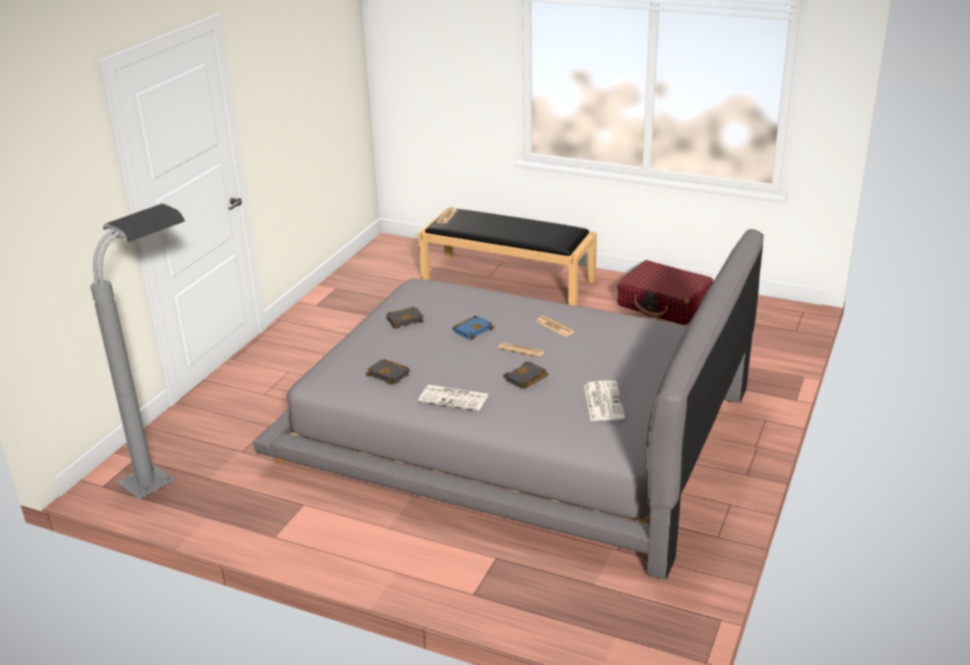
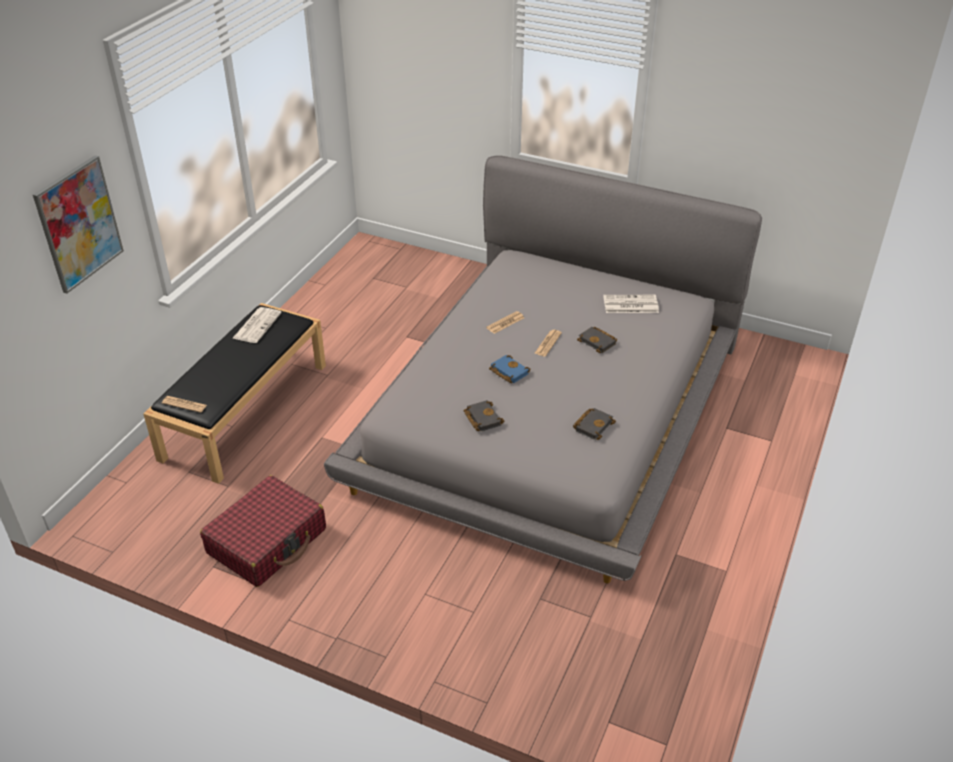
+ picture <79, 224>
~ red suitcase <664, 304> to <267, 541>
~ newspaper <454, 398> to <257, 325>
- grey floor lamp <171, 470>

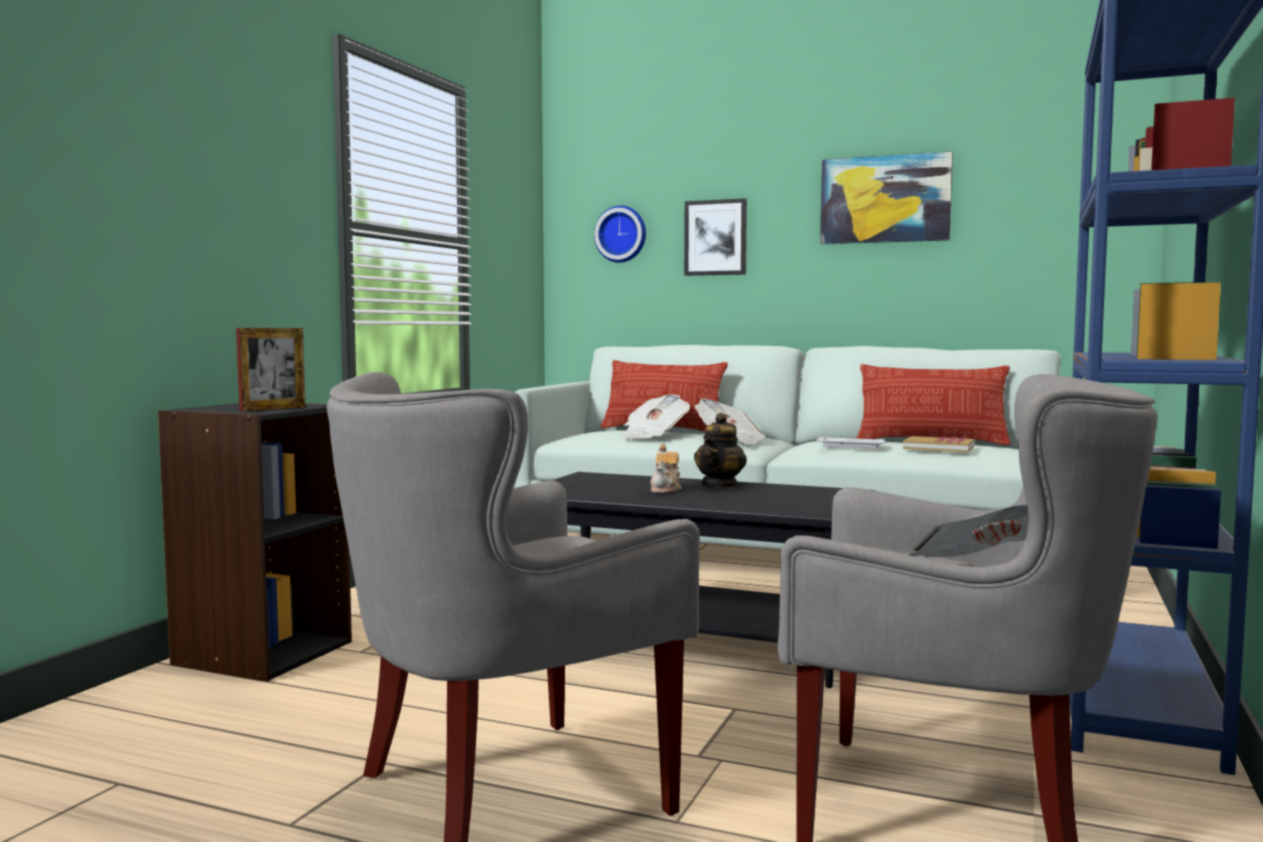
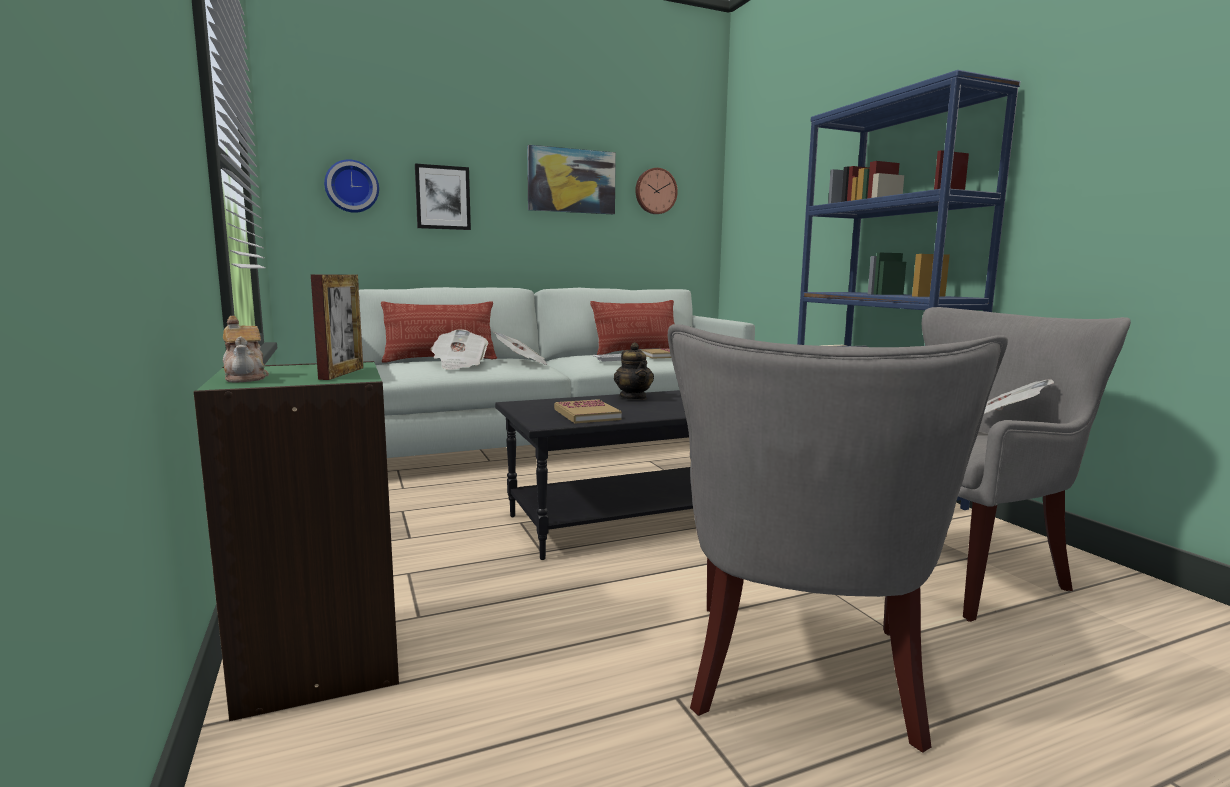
~ black bookcase <262, 652> to green bookcase <317, 659>
~ teapot <666, 489> to <246, 377>
+ book <586, 414>
+ wall clock <655, 191>

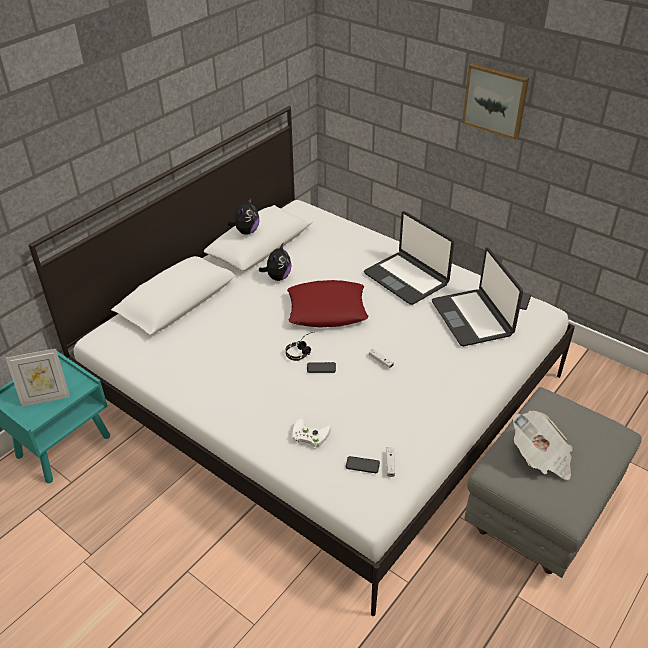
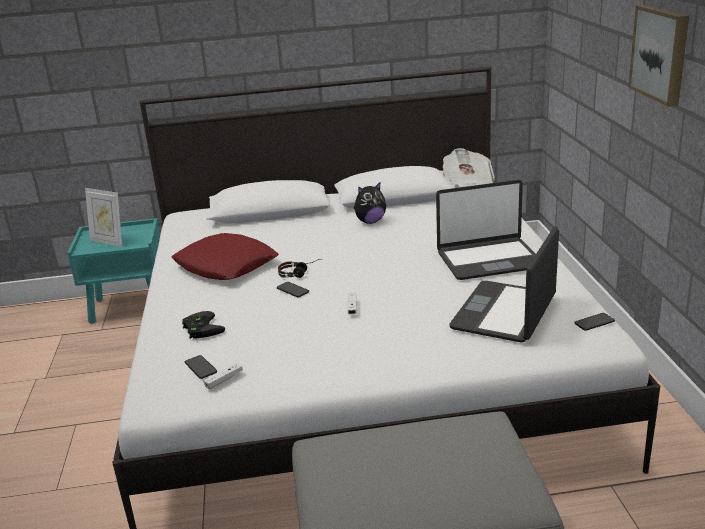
~ red pillow <327, 310> to <226, 265>
~ white game controller <308, 435> to black game controller <201, 328>
~ laptop <406, 278> = <489, 260> 105 degrees counterclockwise
~ newspaper <541, 457> to <468, 186>
- plush toy <246, 232>

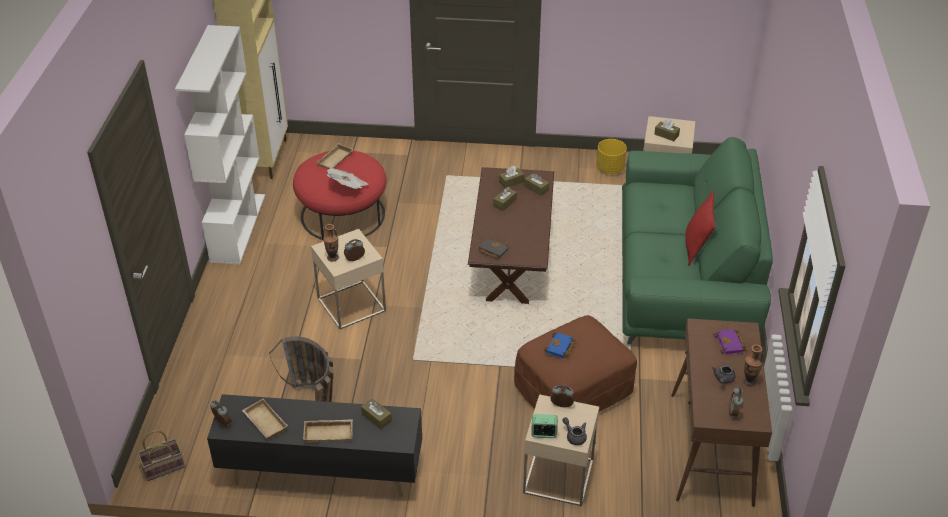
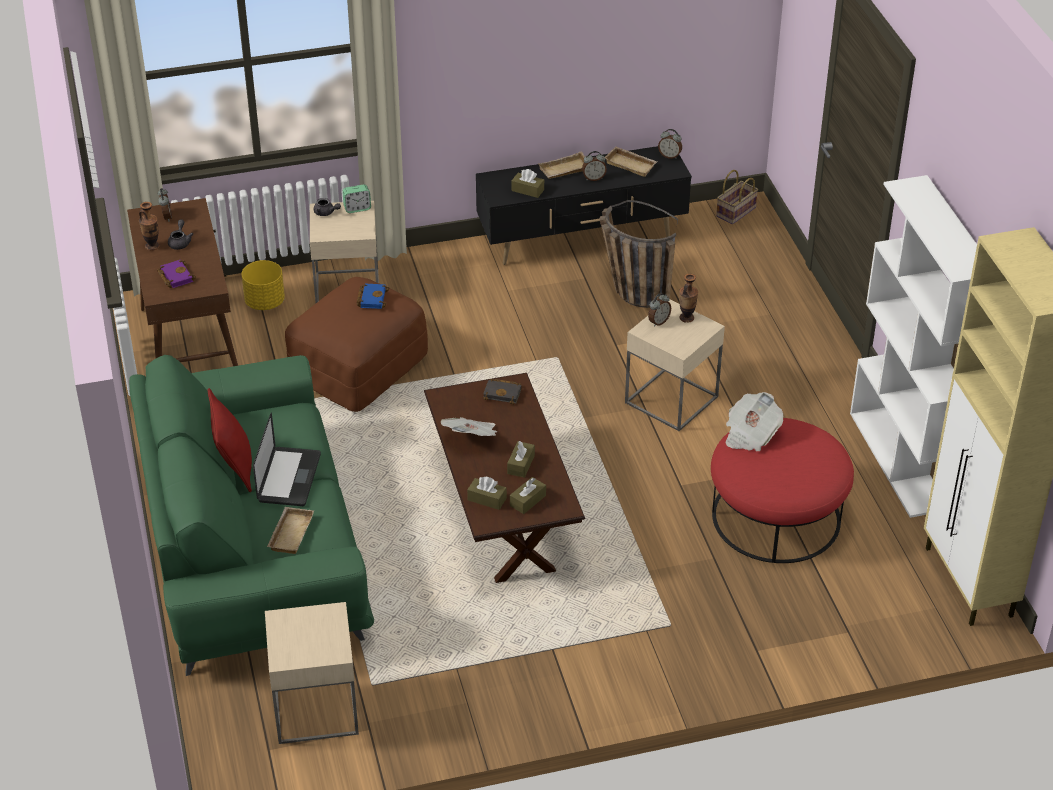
~ yellow planter <610, 169> to <264, 302>
+ laptop <289, 478>
~ beige tray <335, 160> to <290, 533>
+ newspaper <472, 438>
~ alarm clock <561, 406> to <593, 178>
- brown tissue box <666, 135>

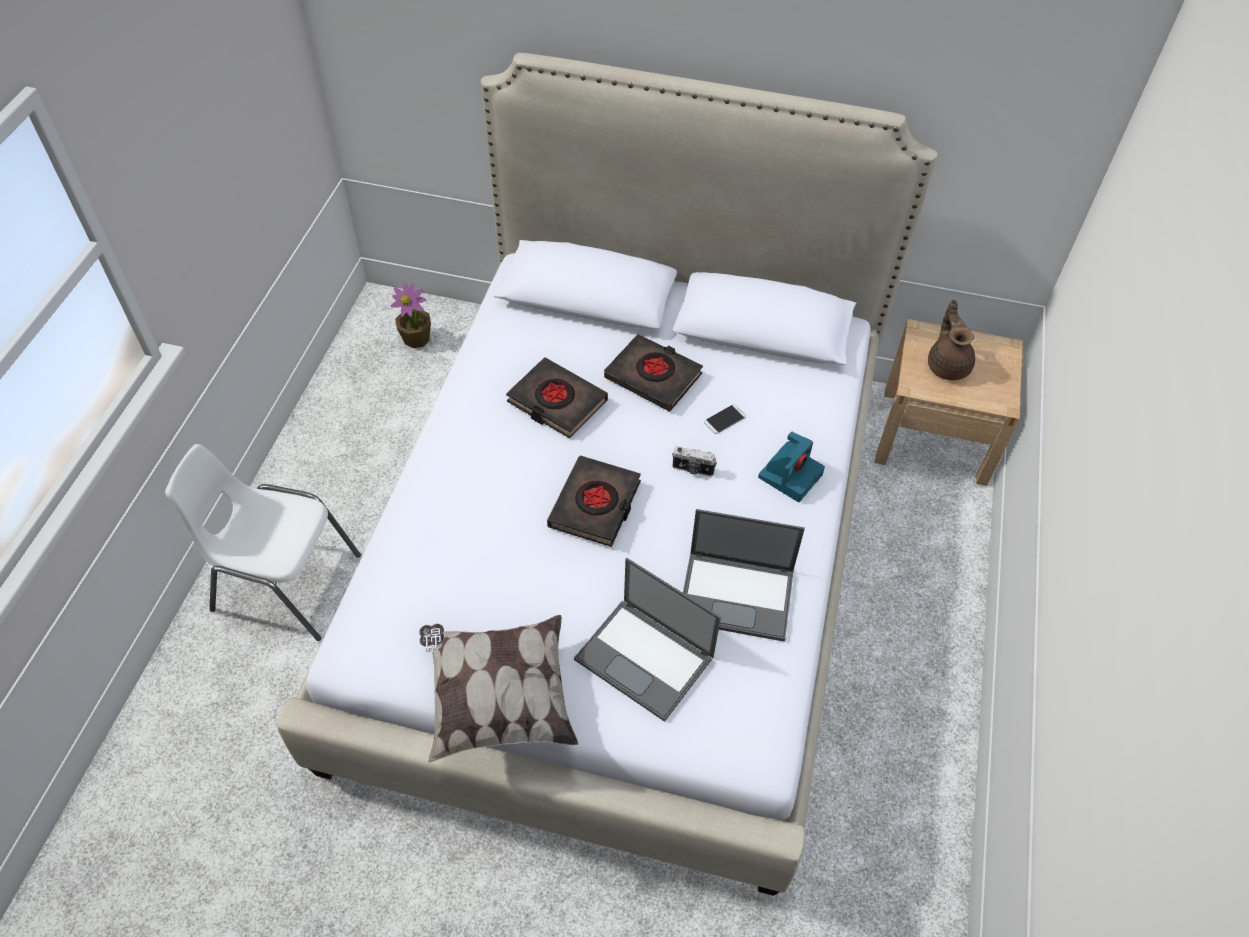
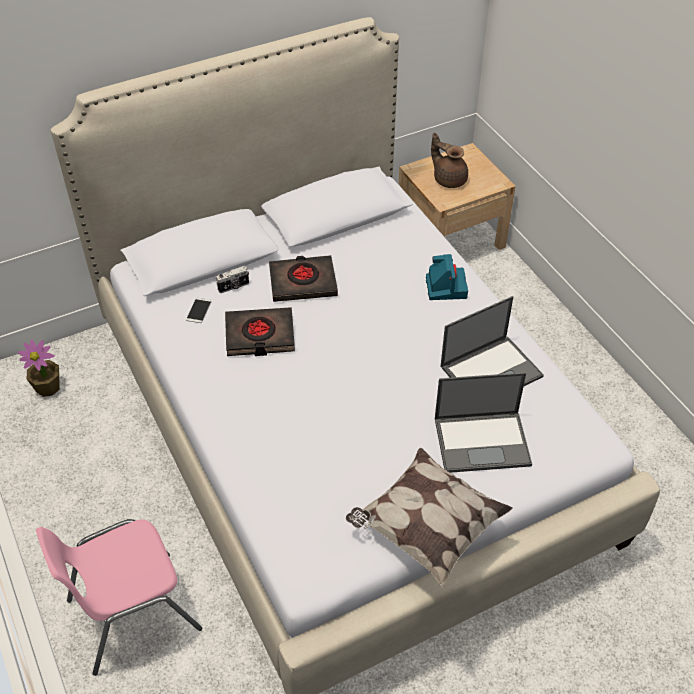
~ white chair <284, 582> to pink chair <131, 613>
~ phone <724, 419> to <199, 310>
~ photo camera <693, 470> to <234, 287>
- black book <595, 505>

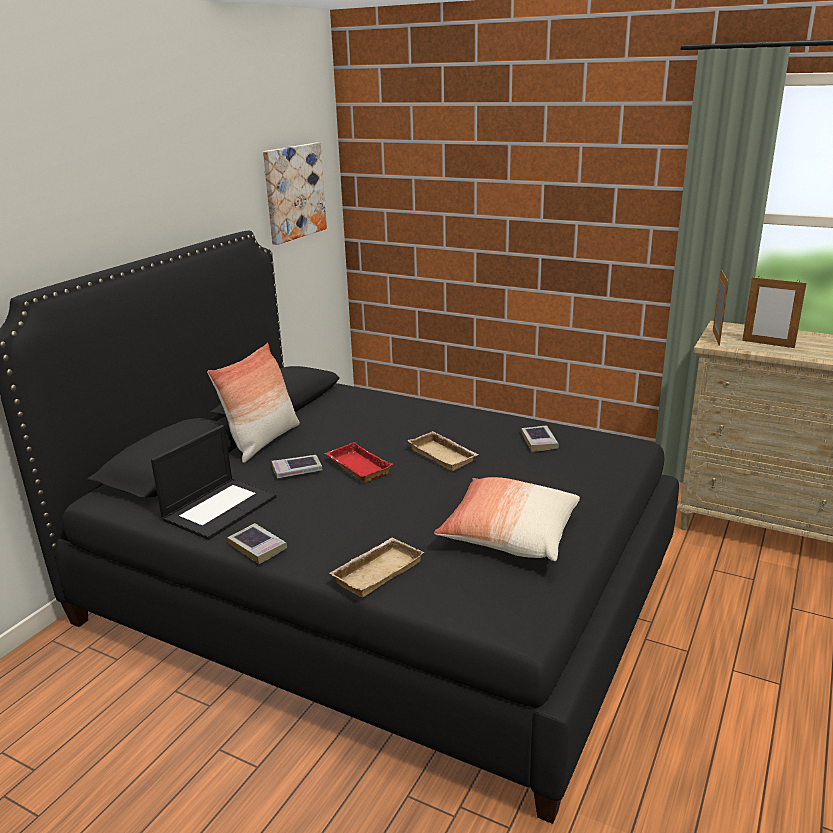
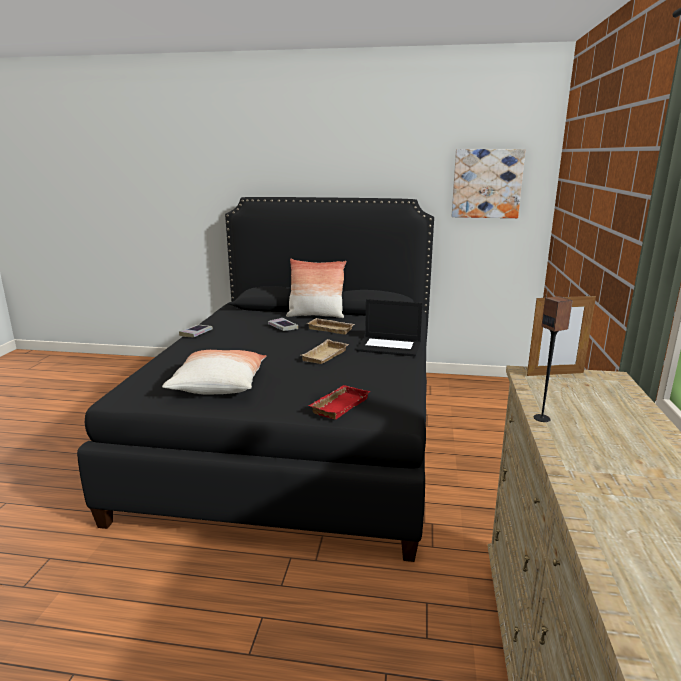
~ beige tray <377, 571> to <331, 329>
~ red tray <356, 467> to <338, 405>
~ laptop <220, 507> to <390, 346>
+ speaker <542, 418>
- book <539, 441>
- picture frame <768, 344>

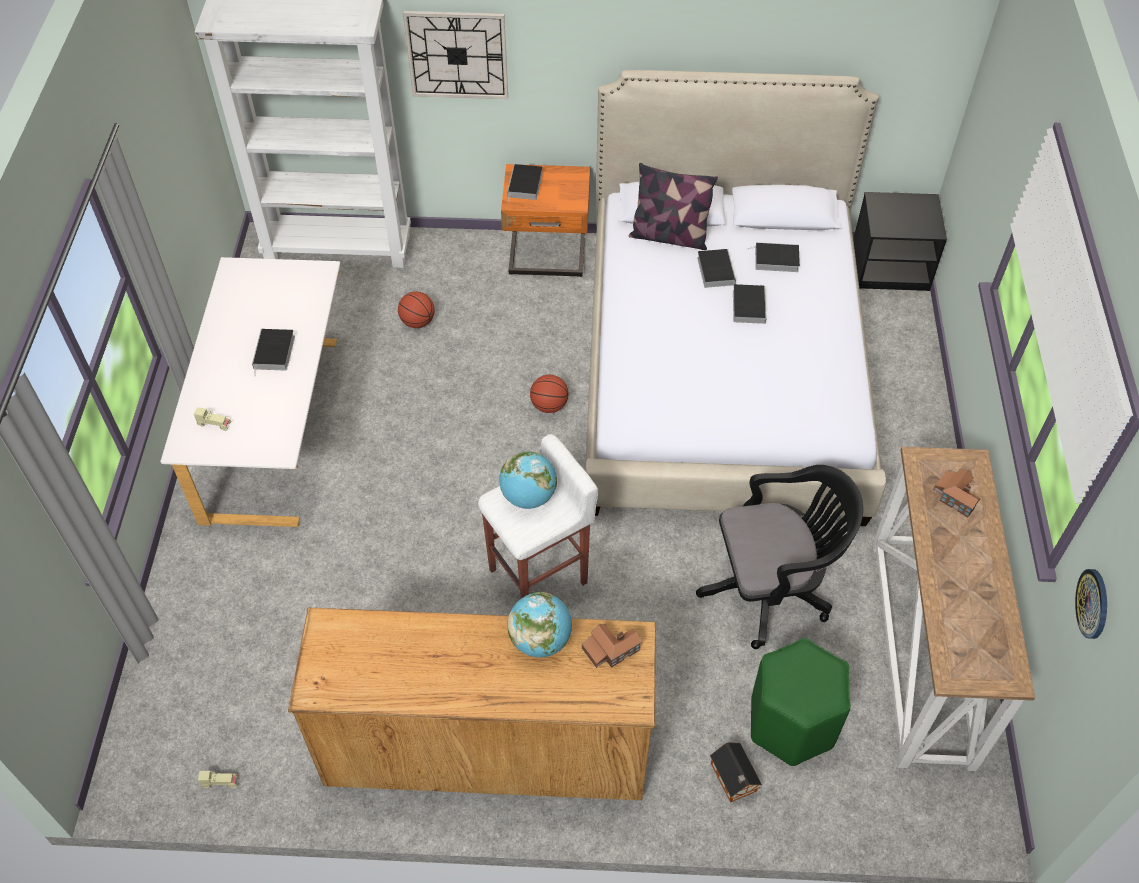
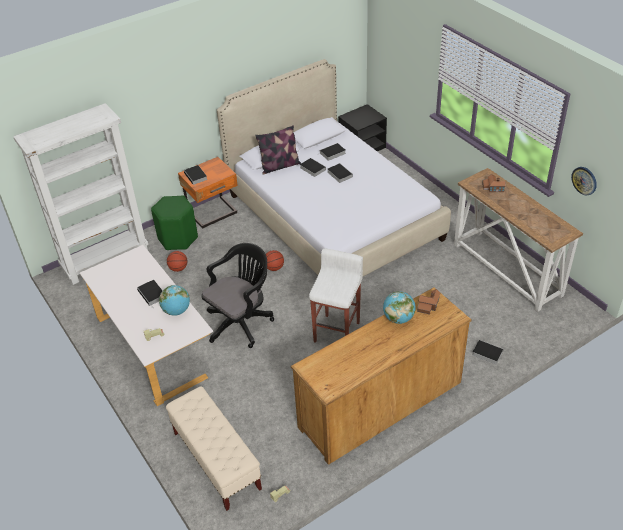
~ green stool <791, 724> to <178, 239>
~ globe <528, 496> to <177, 311>
+ beige bench <216, 460>
~ black office chair <771, 589> to <241, 322>
~ toy house <734, 779> to book <486, 353>
- wall clock <457, 54>

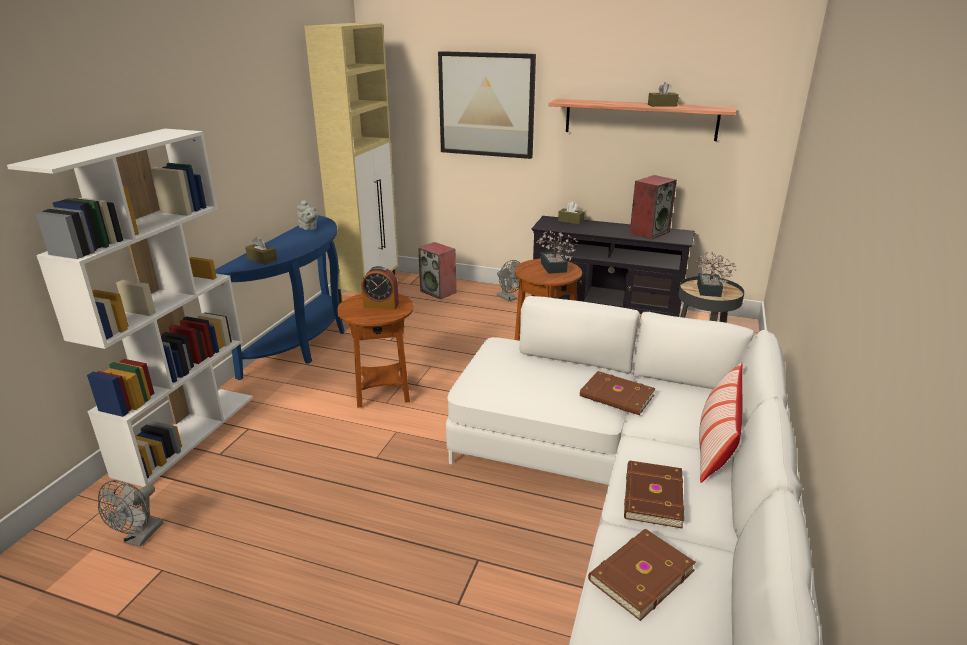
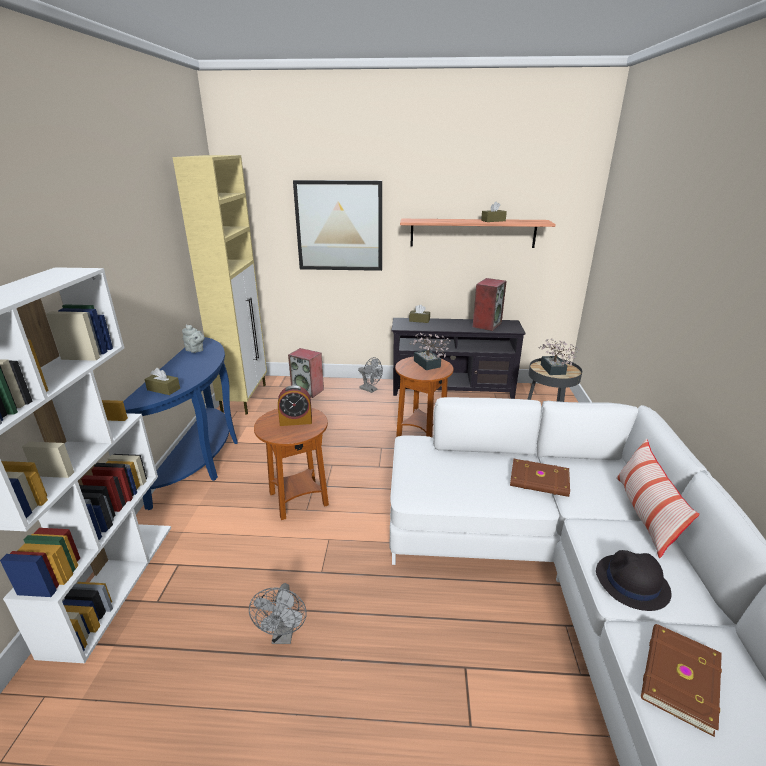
~ grey fan <140, 538> to <283, 635>
~ brown book <651, 496> to black hat <631, 583>

